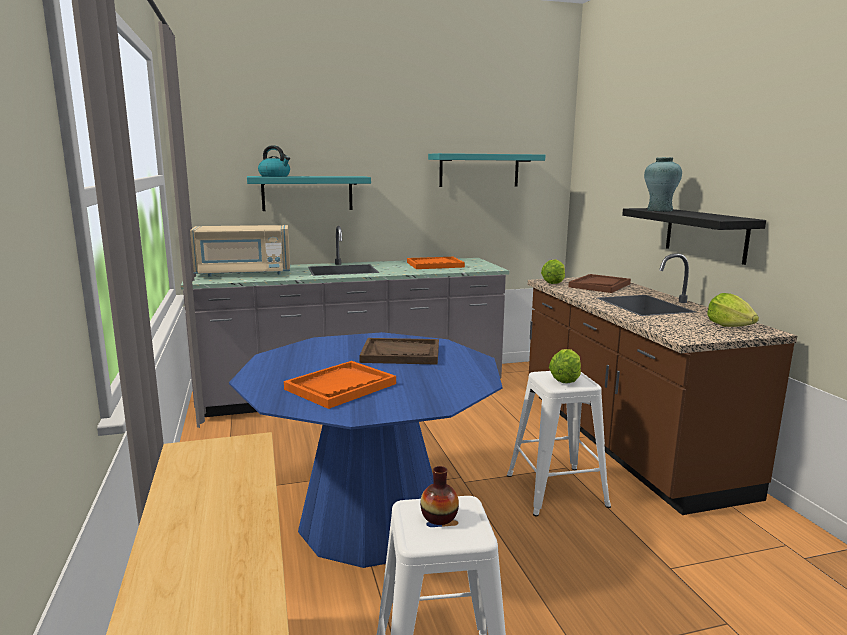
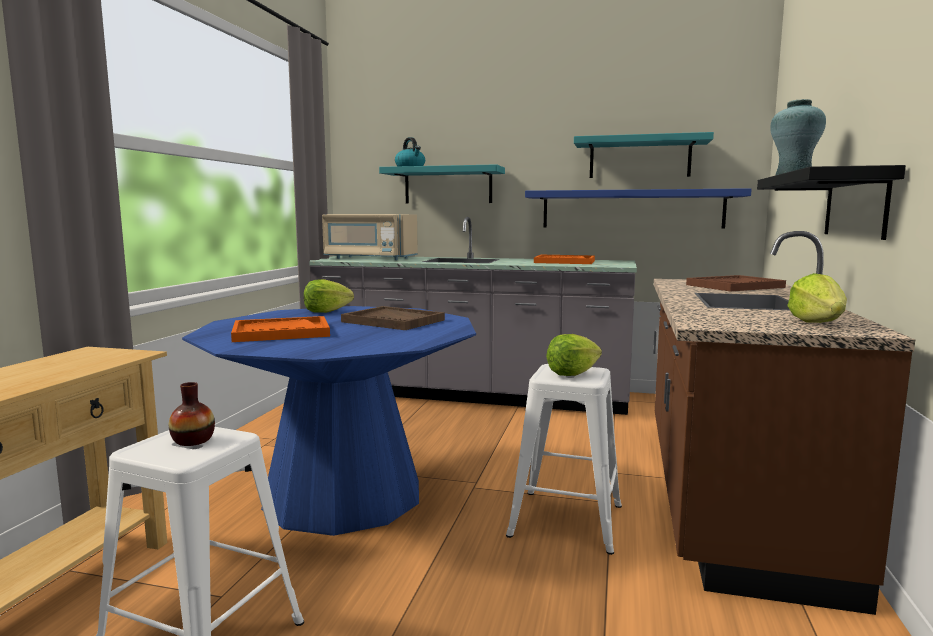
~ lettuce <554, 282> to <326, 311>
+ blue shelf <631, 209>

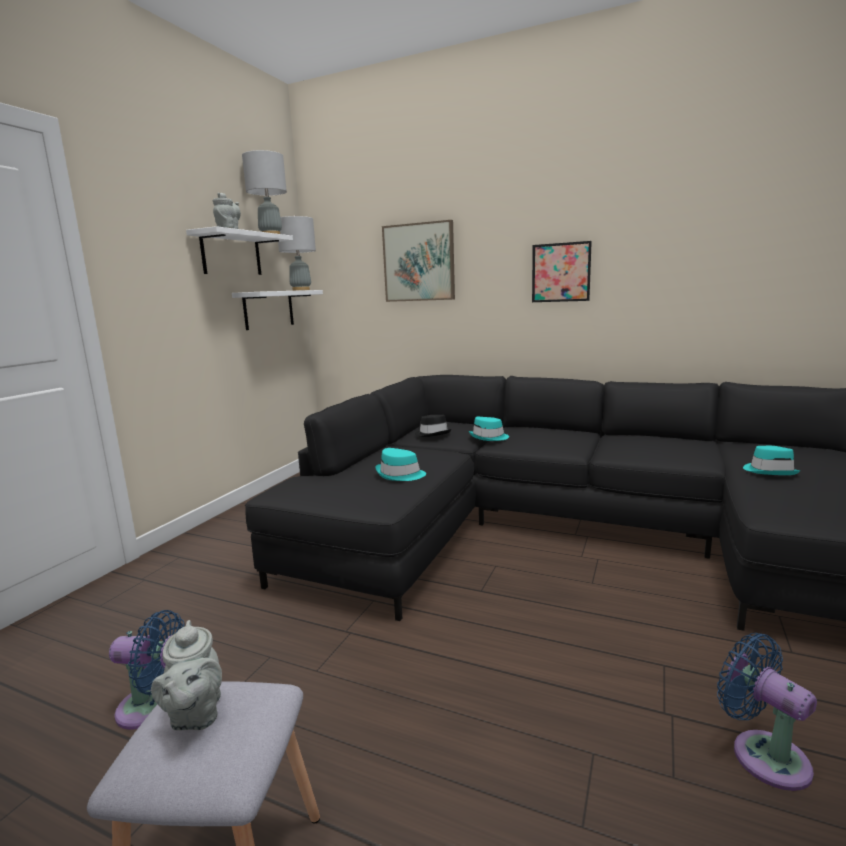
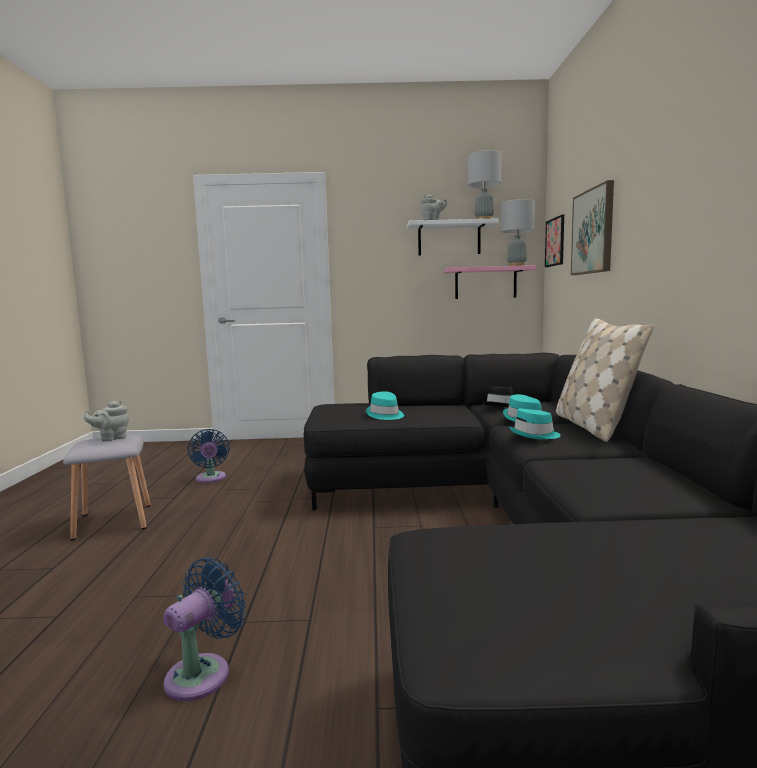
~ white shelf <268, 309> to pink shelf <485, 283>
~ turquoise hat <770, 471> to <535, 435>
~ picture <561, 272> to <555, 242>
+ beige pillow <593, 426>

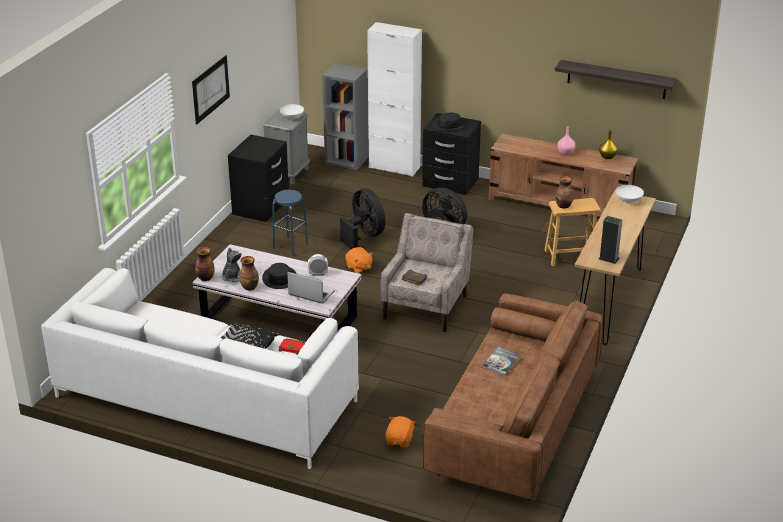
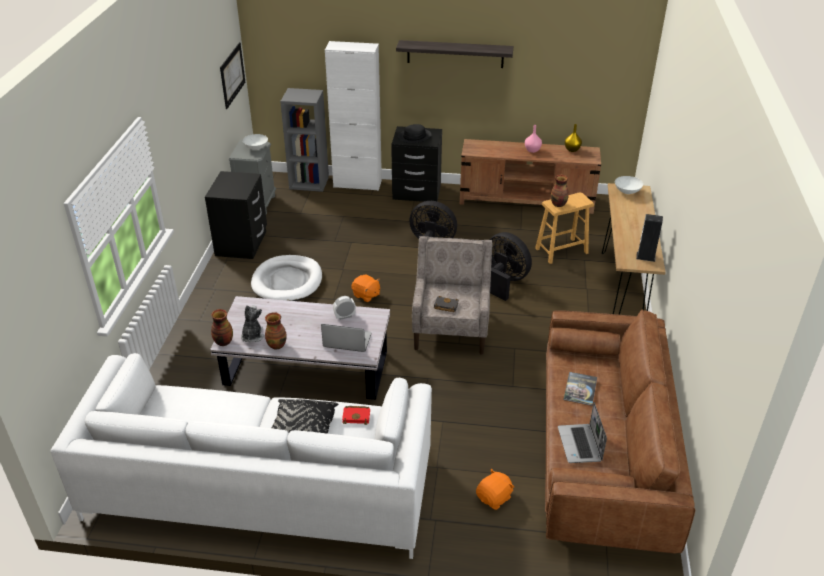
~ picture <210, 89> to <232, 75>
~ blue stool <290, 246> to white dog bed <287, 282>
~ shelf <616, 79> to <455, 54>
~ orange plush toy <400, 440> = <494, 498> 45 degrees clockwise
~ black fan <364, 236> to <504, 281>
+ laptop <580, 445>
- black hat <279, 278>

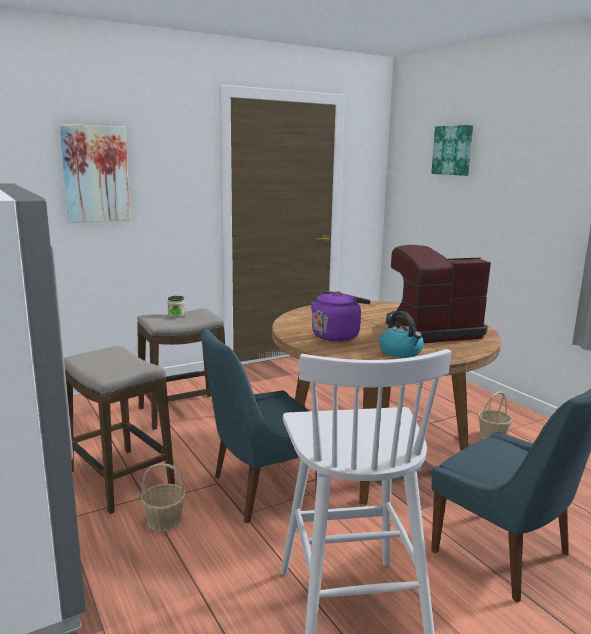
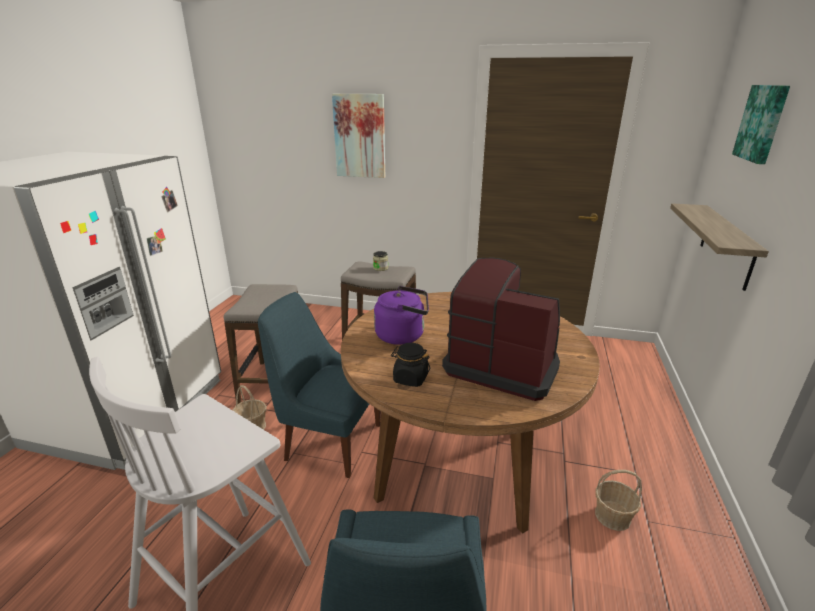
~ kettle <401, 352> to black jar <410, 378>
+ shelf <727, 245>

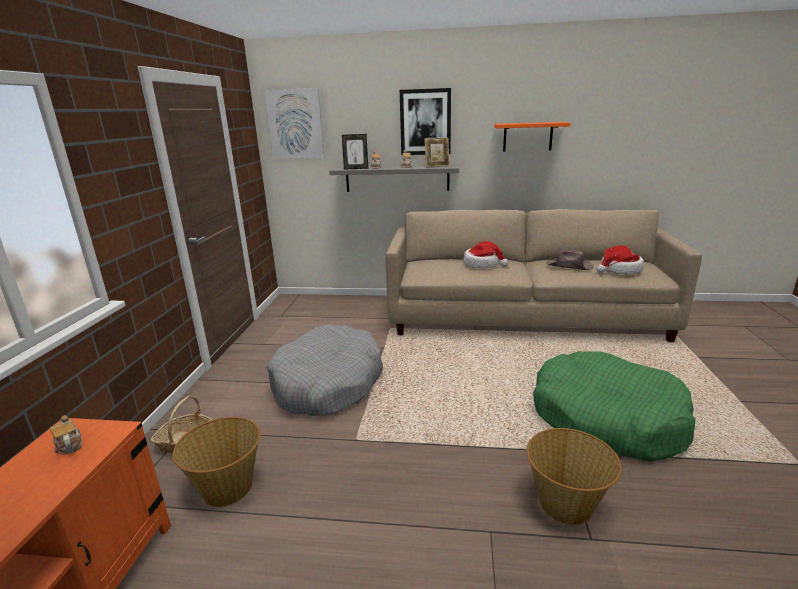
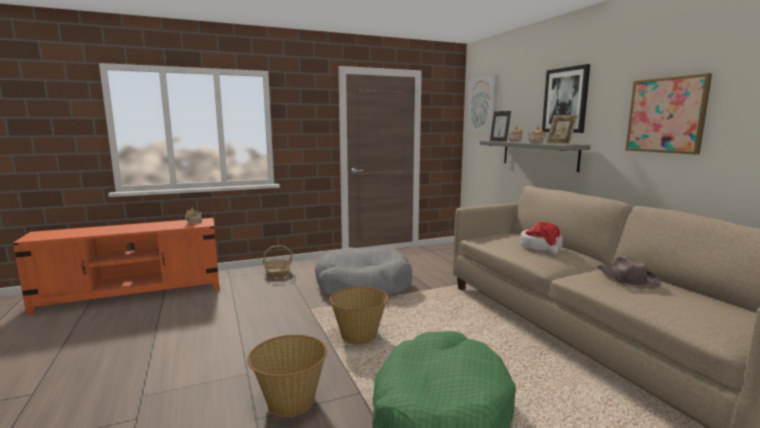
~ basket <227, 487> to <359, 336>
~ orange shelf <527, 137> to picture <666, 115>
- hat <619, 270>

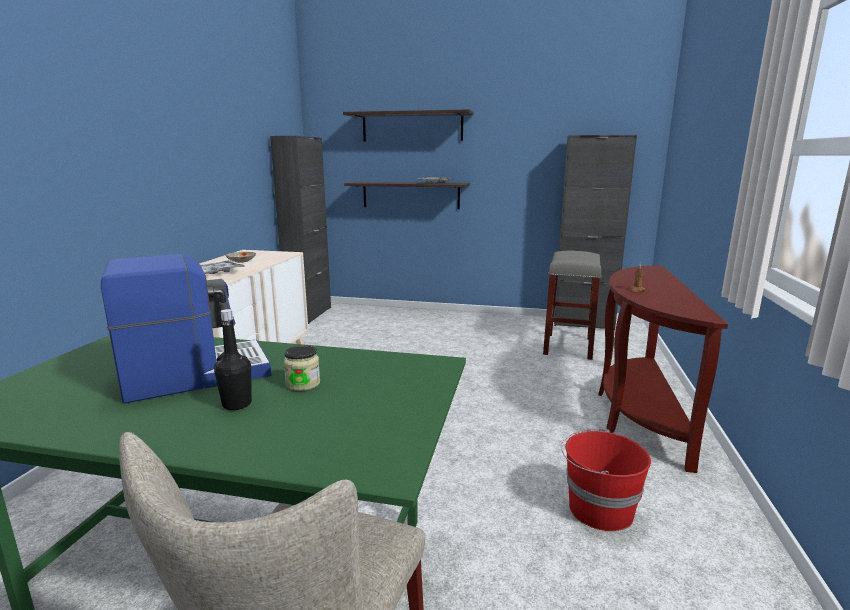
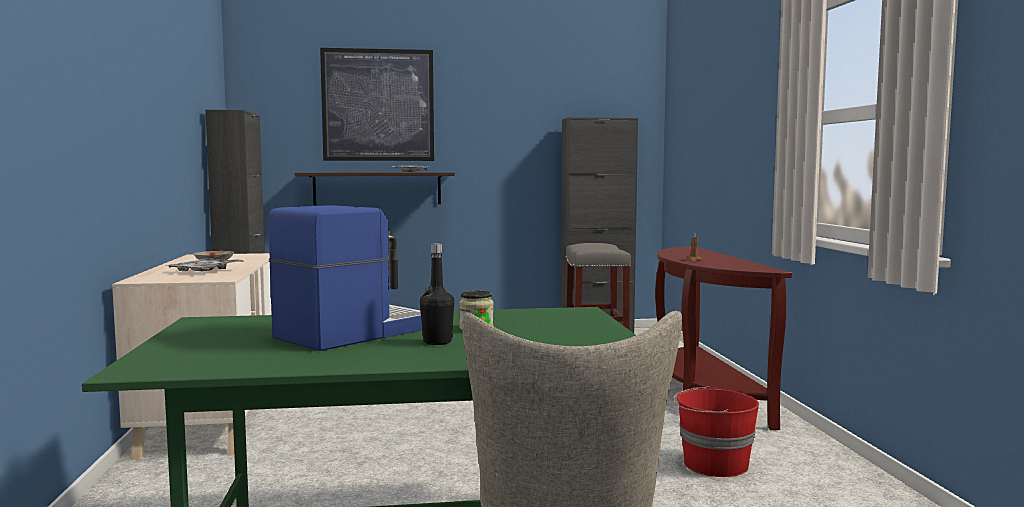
~ shelf <412, 127> to picture <378, 105>

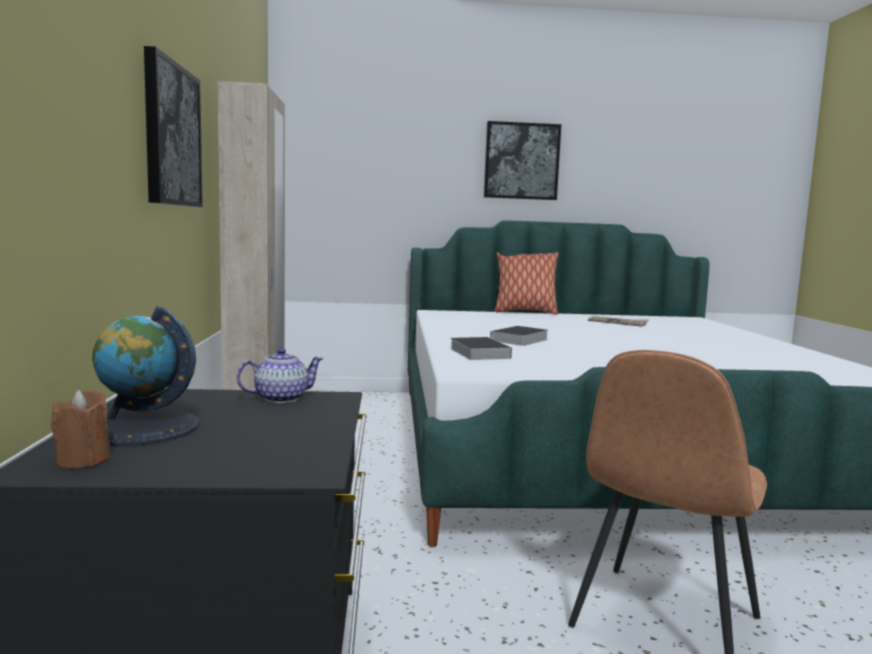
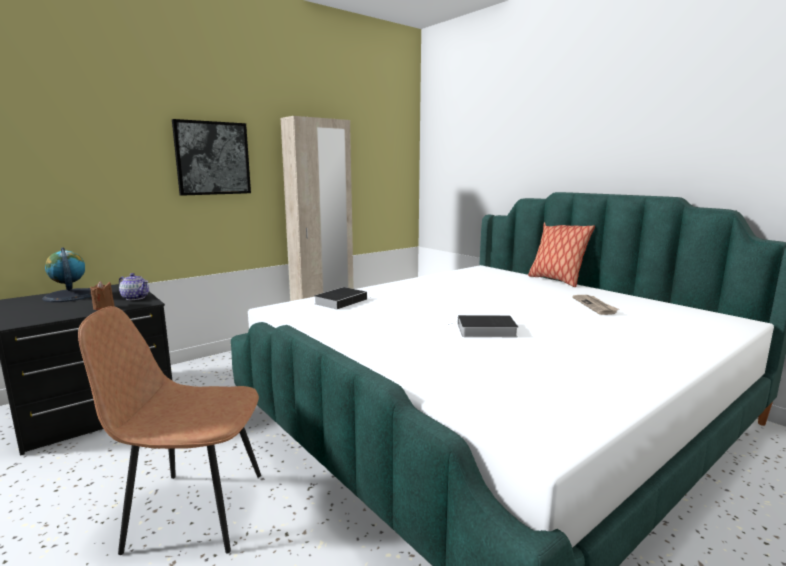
~ brown candle <83, 459> to <104, 307>
~ book <519, 340> to <484, 330>
- picture <521, 161>

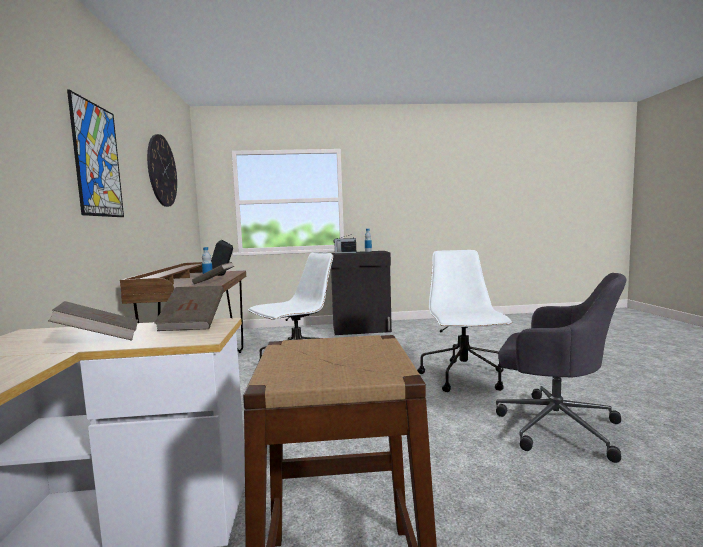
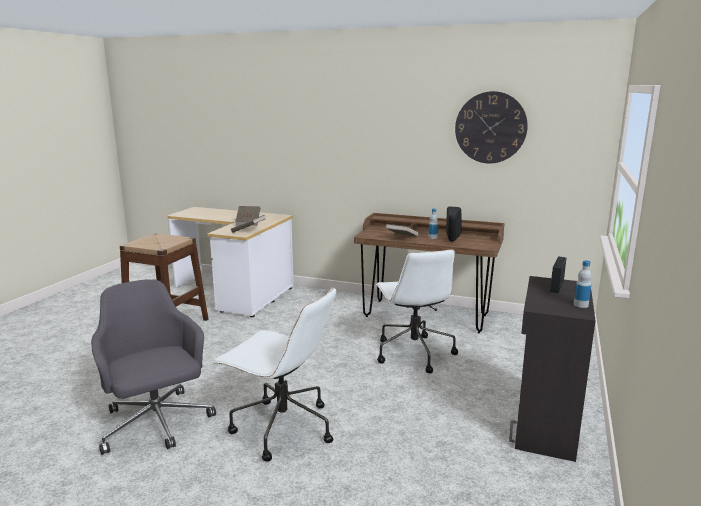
~ grey office chair <553, 425> = <156, 424> 90 degrees clockwise
- picture <97, 160>

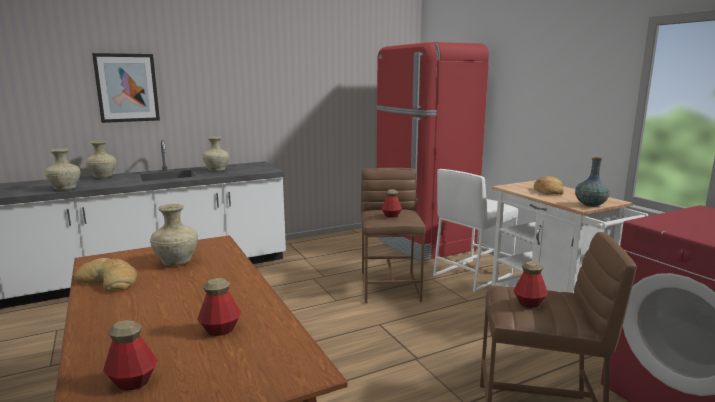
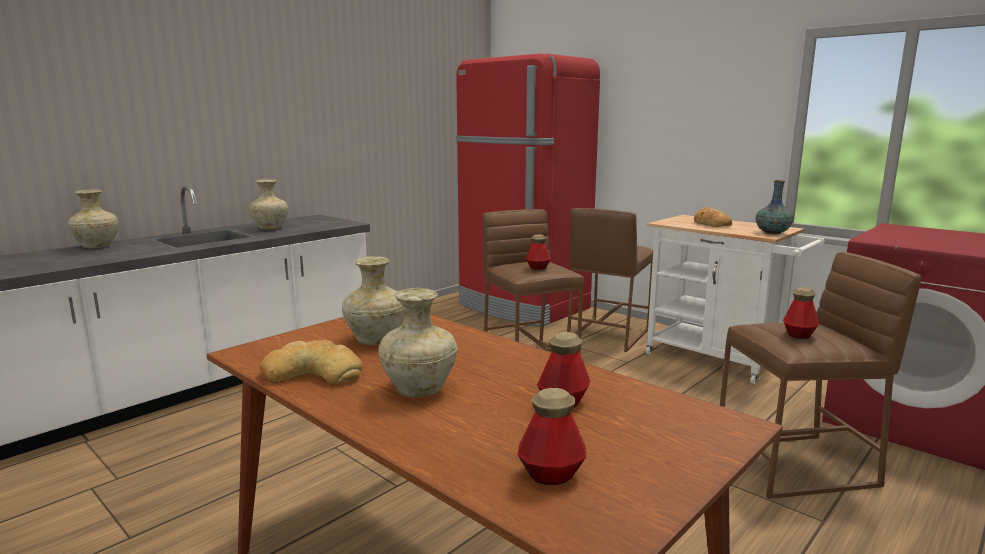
~ beige vase <66, 189> to <420, 389>
~ white stool <471, 275> to brown stool <607, 334>
- picture <127, 88>

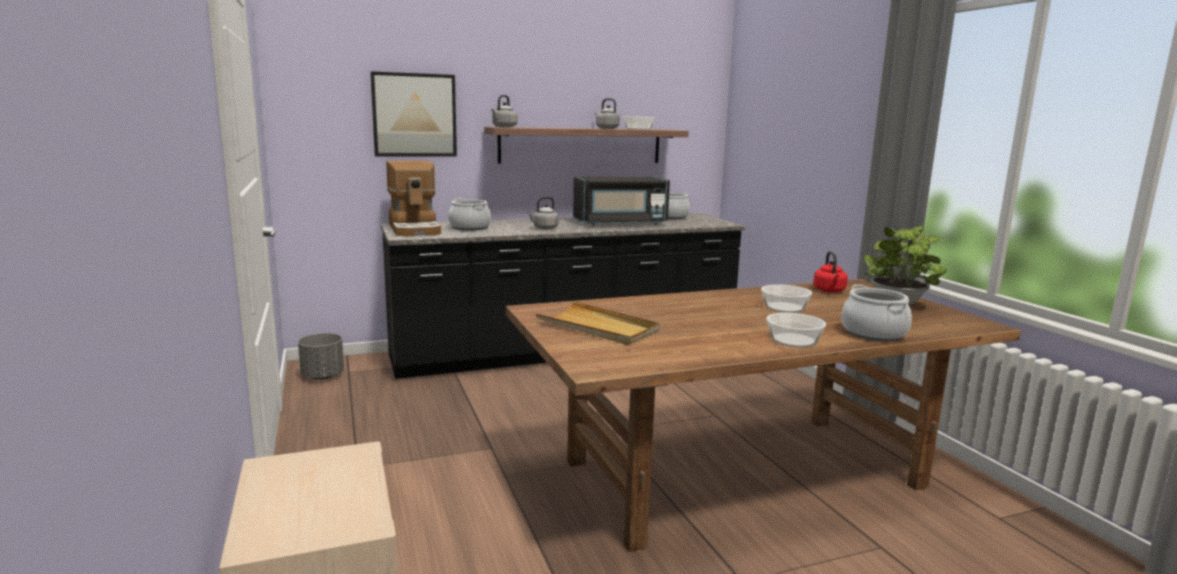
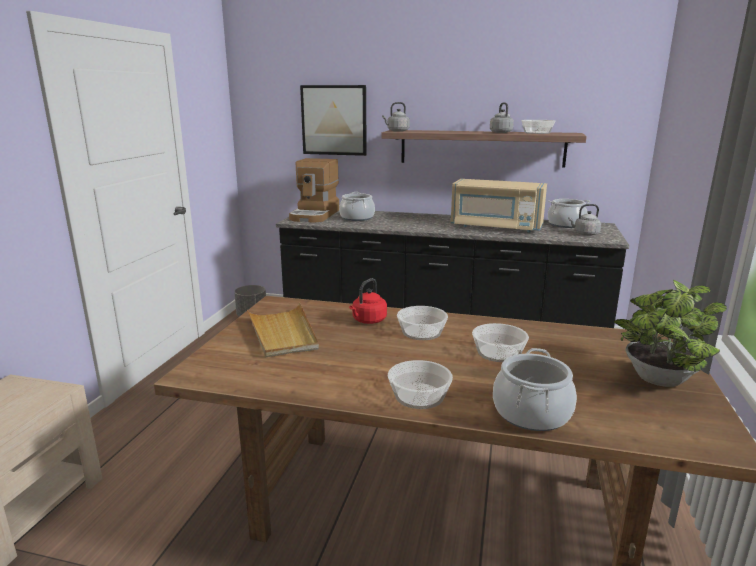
~ red kettle <829, 291> to <368, 321>
+ bowl <422, 332>
~ black microwave <620, 223> to beige microwave <495, 227>
~ grey kettle <544, 228> to <585, 234>

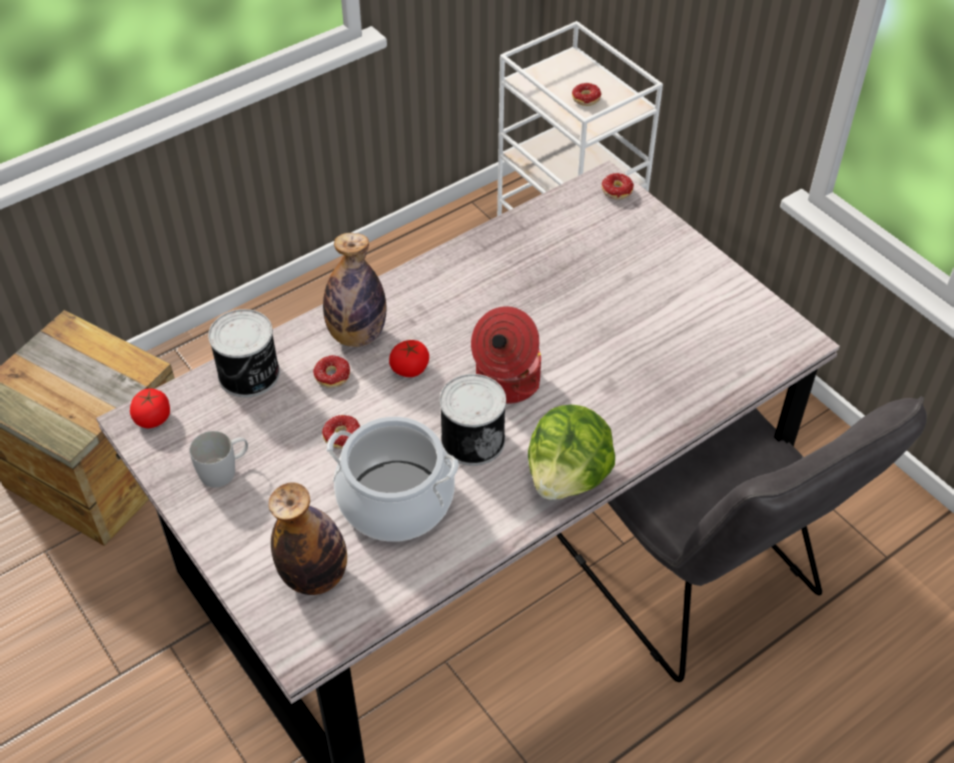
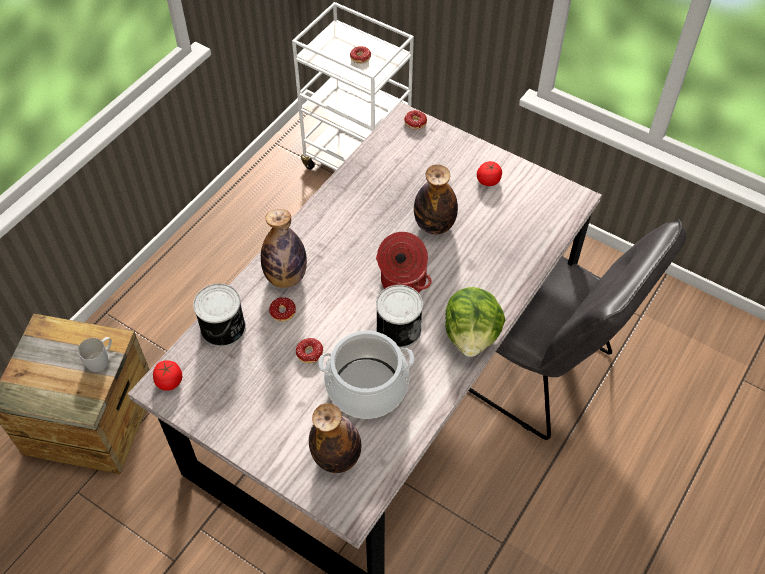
~ white mug <225, 470> to <101, 359>
+ bottle <434, 225>
~ tomato <410, 368> to <488, 180>

